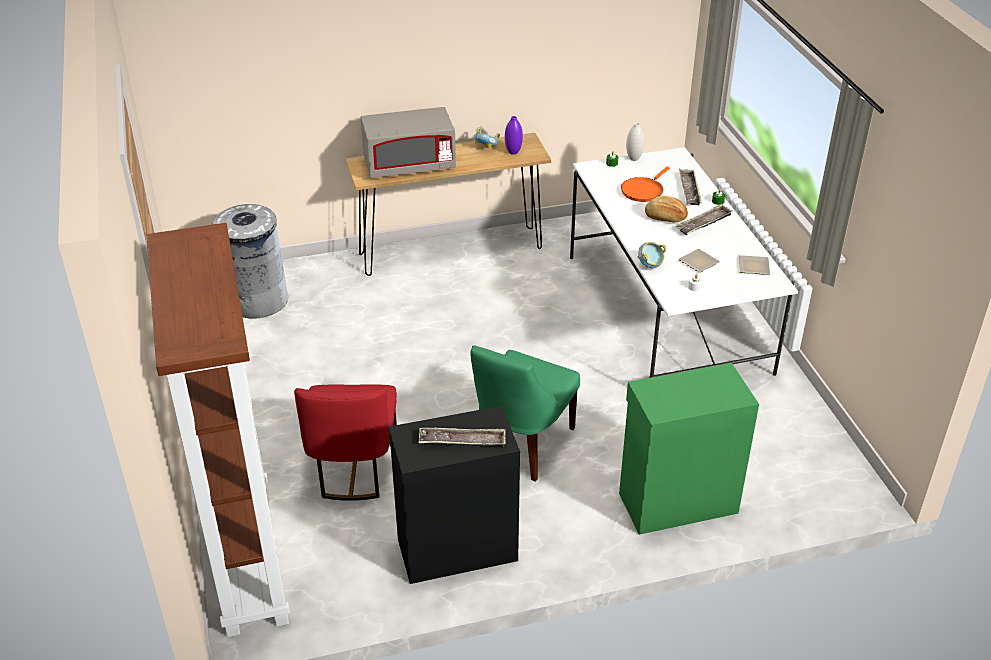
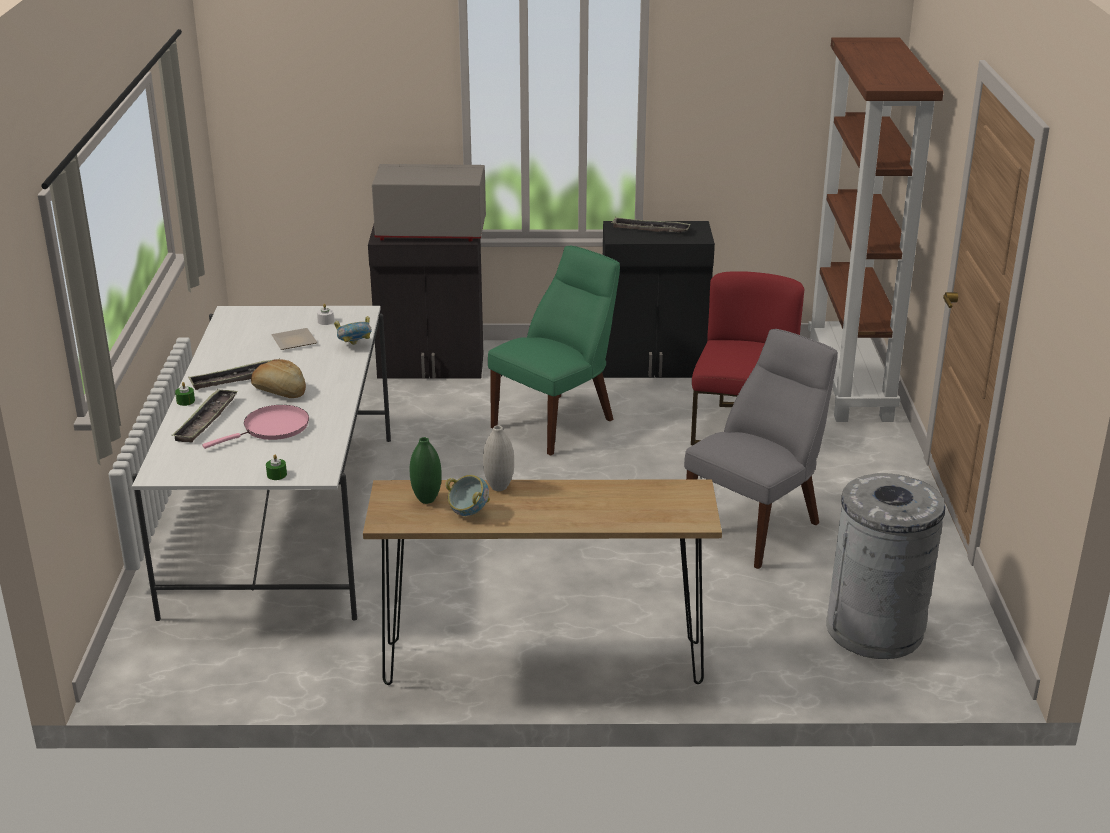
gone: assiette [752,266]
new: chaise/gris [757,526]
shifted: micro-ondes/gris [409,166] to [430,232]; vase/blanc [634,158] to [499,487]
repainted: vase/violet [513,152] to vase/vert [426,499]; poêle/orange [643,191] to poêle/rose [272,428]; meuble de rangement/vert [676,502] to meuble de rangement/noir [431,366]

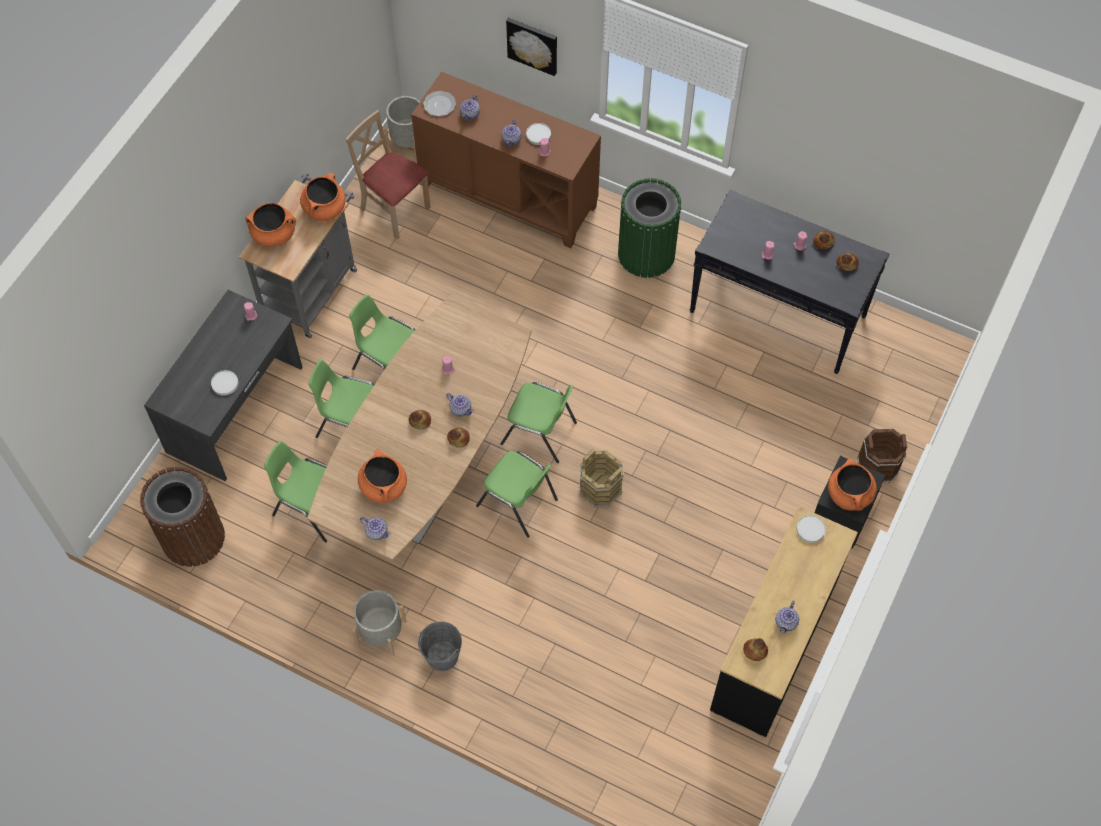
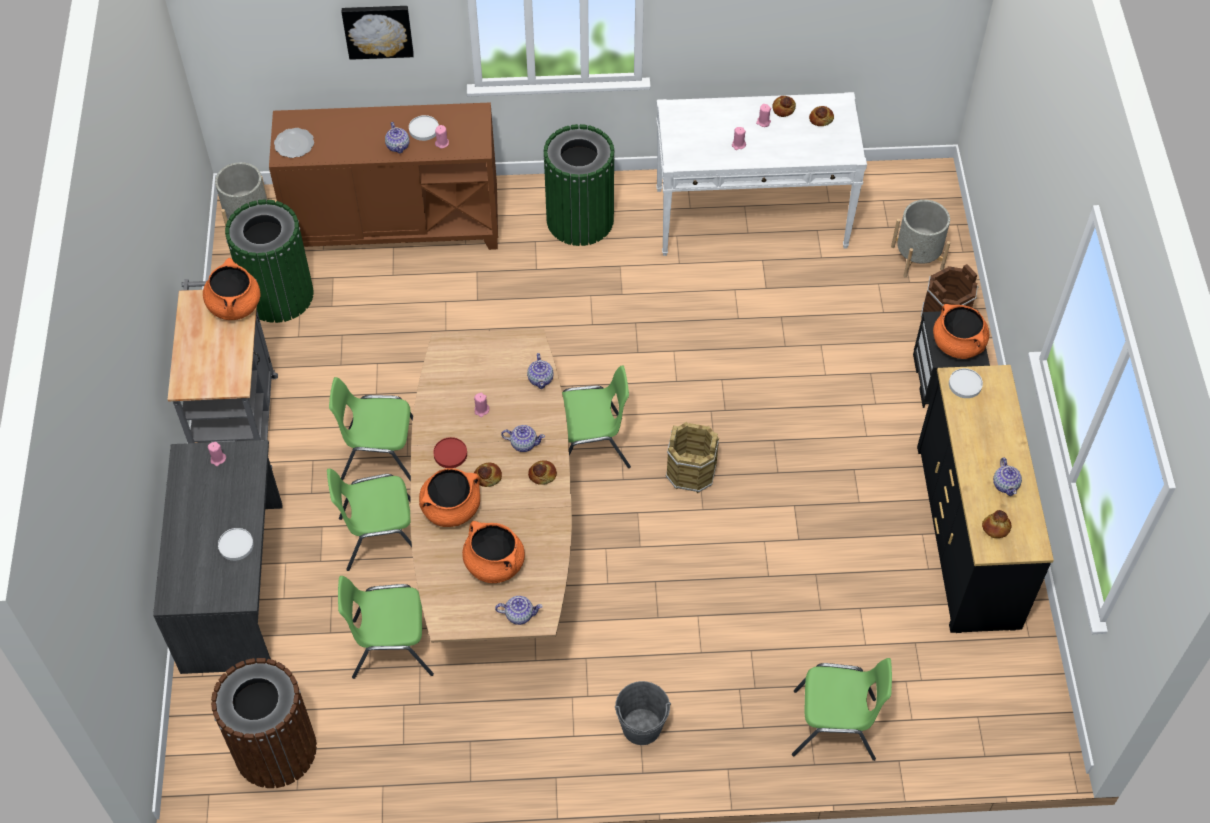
new: assiette/rouge [450,454]
shifted: théière [470,114] to [541,378]; marmite/orange [274,234] to [451,508]; chaise/vert [518,503] to [835,726]; cache-pot/gris [381,632] to [917,257]
swapped: chaise/beige [394,209] to poubelle/vert [278,295]
repainted: table console/noir [778,314] to table console/blanc [751,218]

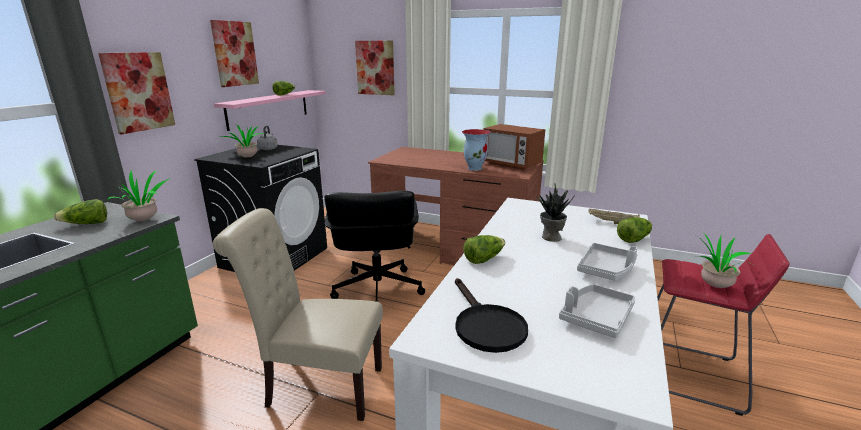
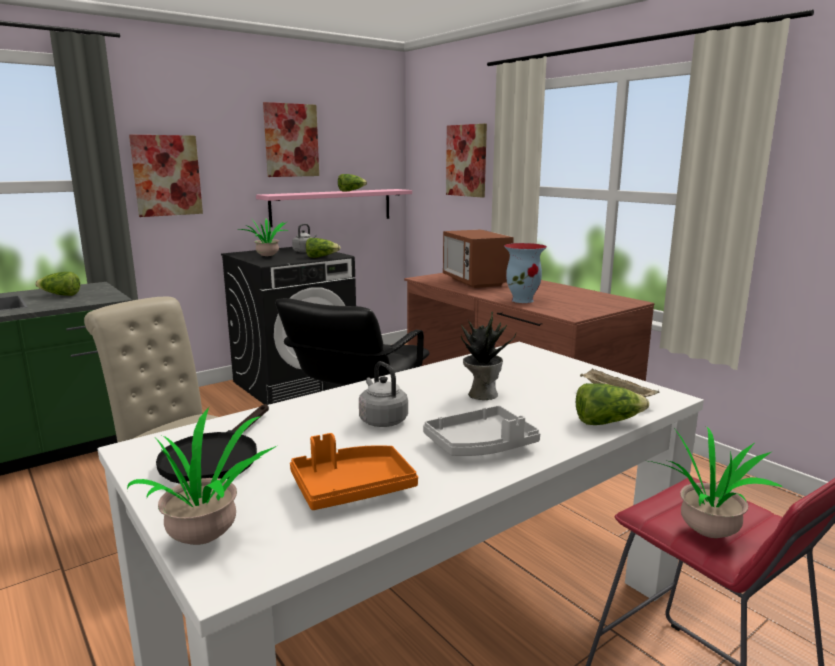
new: bouilloire/gris [382,420]
shifted: micro-ondes [511,164] to [475,282]; plante en pot [145,220] to [207,537]; laitue [483,259] to [321,257]
repainted: plateau/gris [596,317] to plateau/orange [352,488]

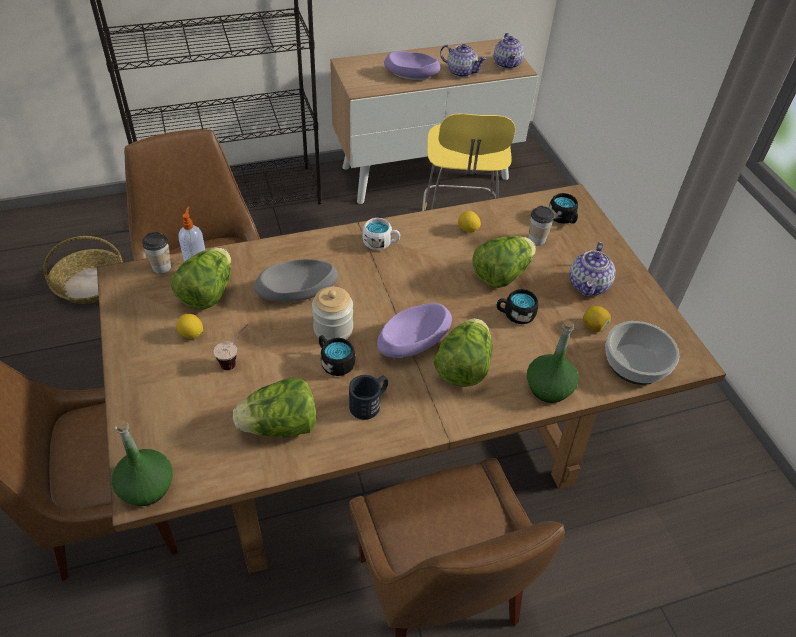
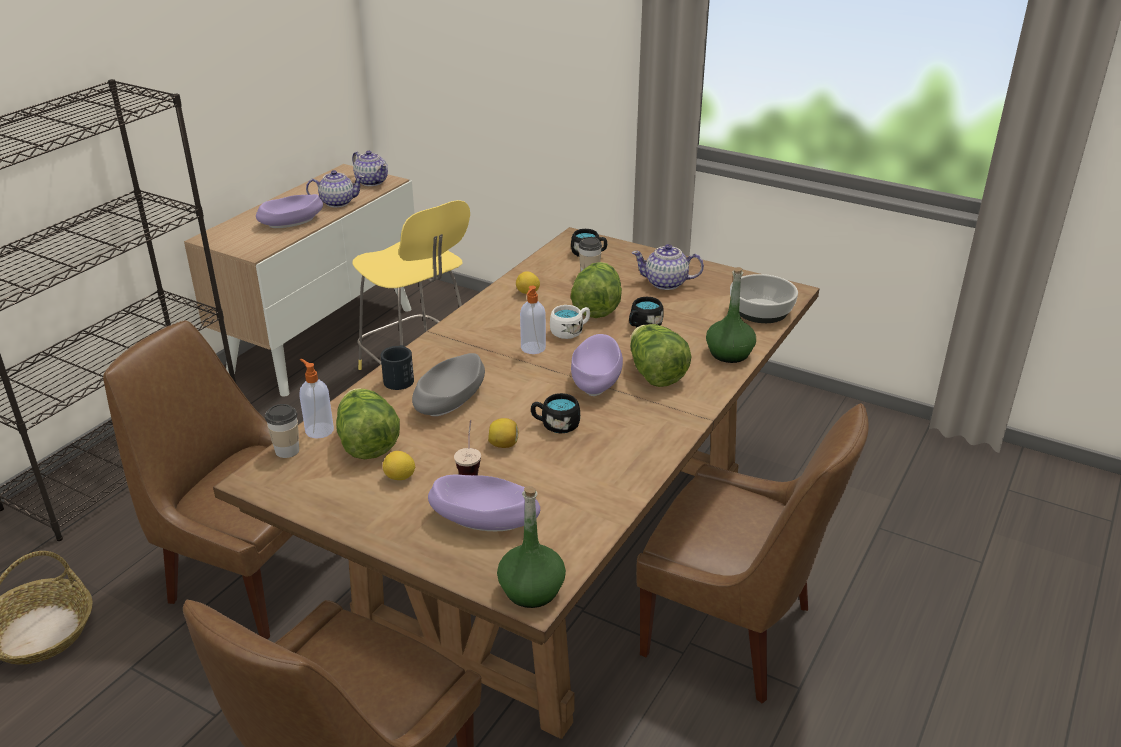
gone: bocal [333,329]; laitue [280,426]
new: distributeur de savon [533,348]; bol/violet [483,520]
shifted: mug/blanc [381,243] to [570,331]; citron [594,326] to [503,444]; mug/noir [370,403] to [400,377]
rotated: théière [589,285] = [666,283] 120 degrees clockwise

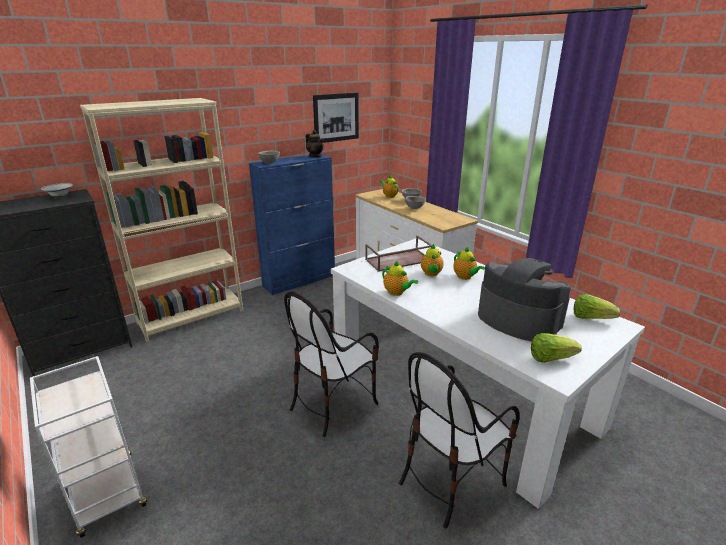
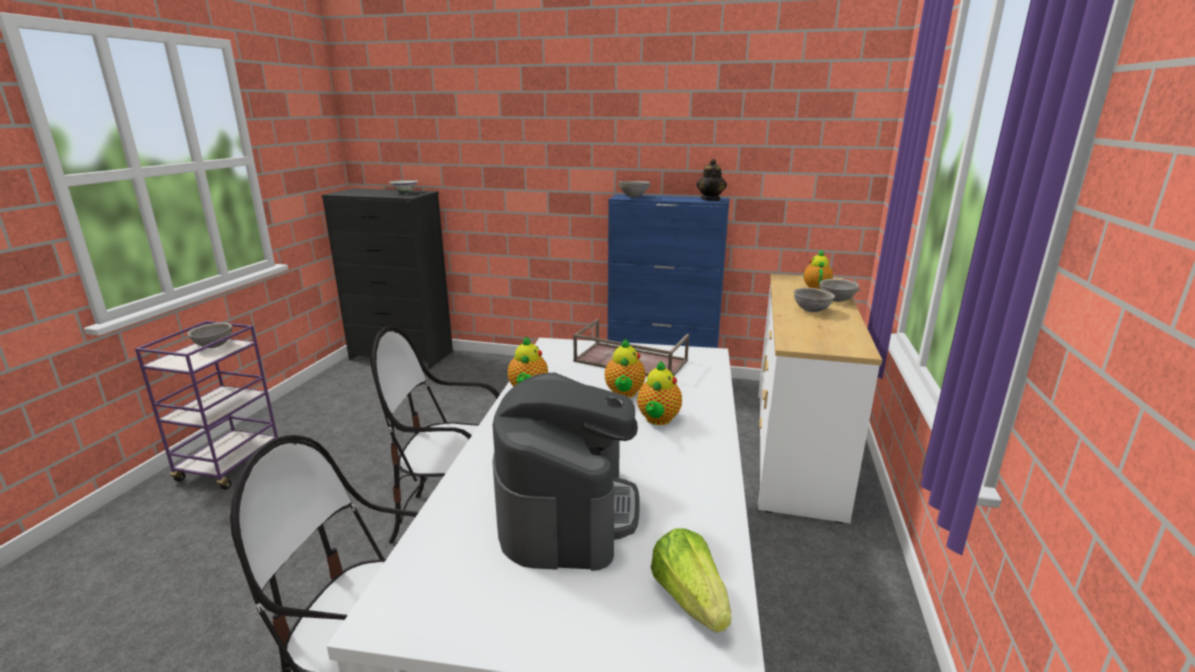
gone: tableau [336,117]; bibliothèque/beige [191,317]; laitue [550,358]
new: bol/gris [214,346]
repainted: chariot/blanc [108,494] to chariot/violet [231,465]
rotated: théière [431,274] = [624,394] 45 degrees counterclockwise

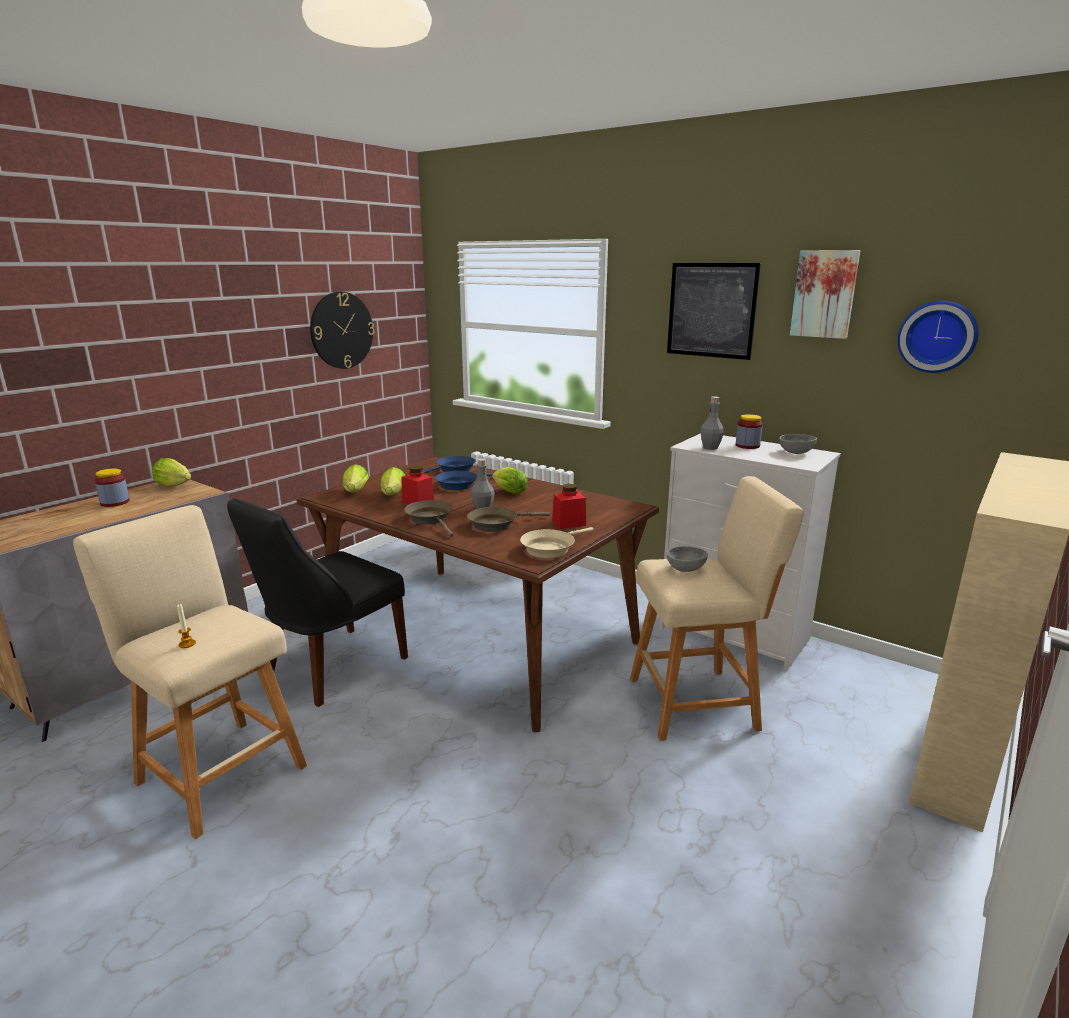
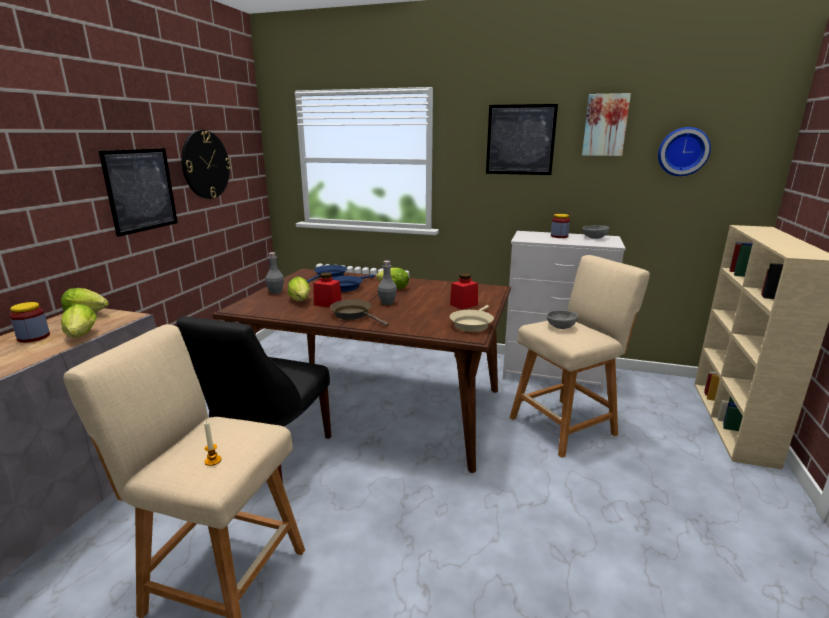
gone: poêle/marron [497,524]
new: tableau [141,190]
shifted: bouteille/gris [710,447] to [276,292]; laitue [355,492] to [81,337]

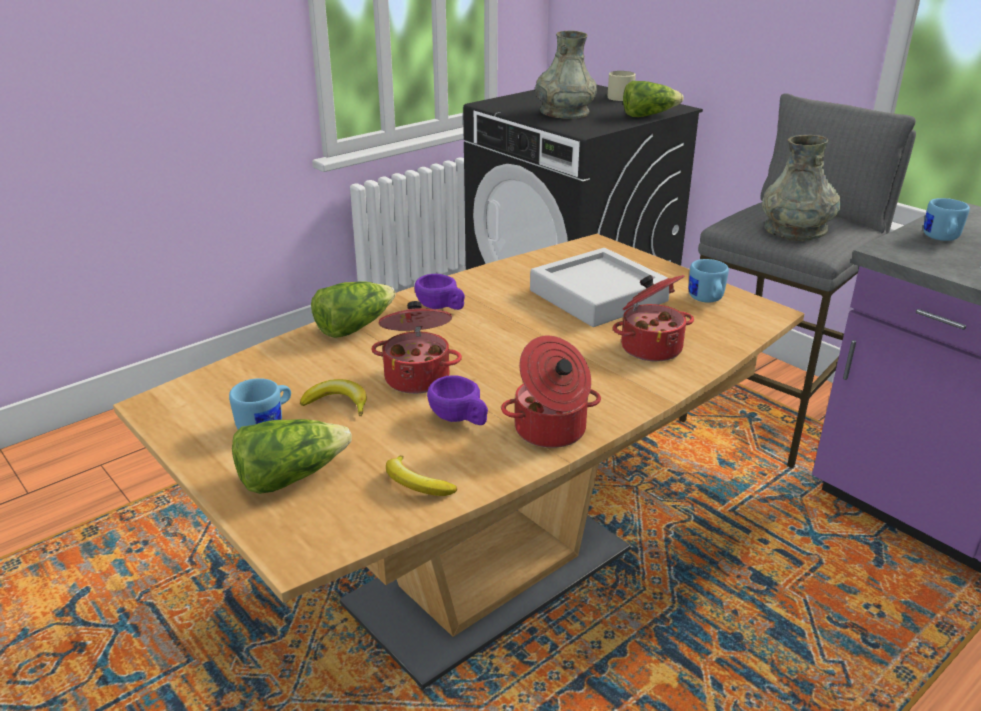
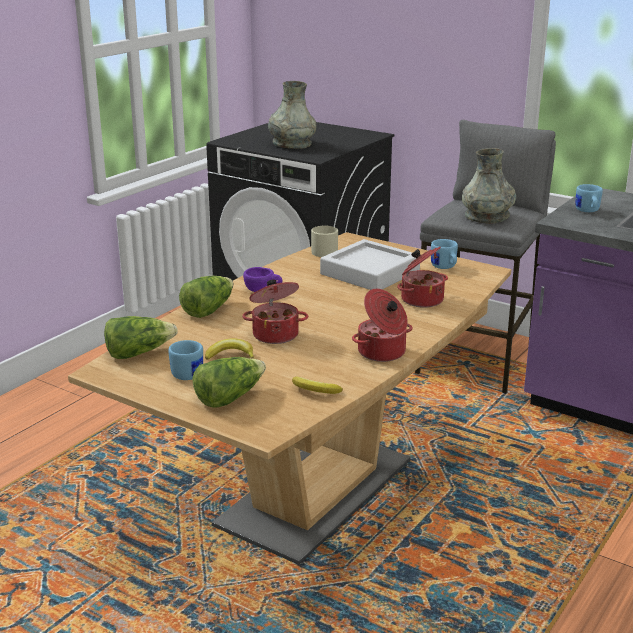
gone: tasse/violet [460,419]
shifted: mug/beige [620,97] to [324,251]; laitue [648,115] to [138,353]

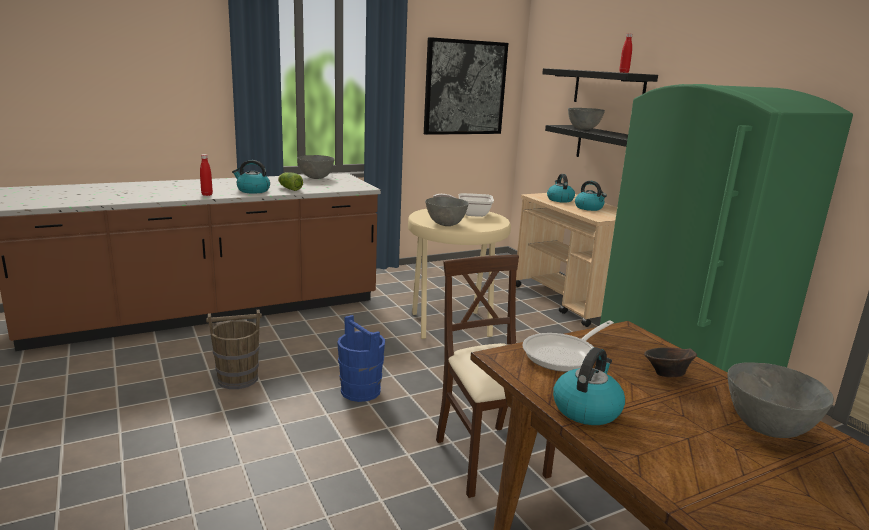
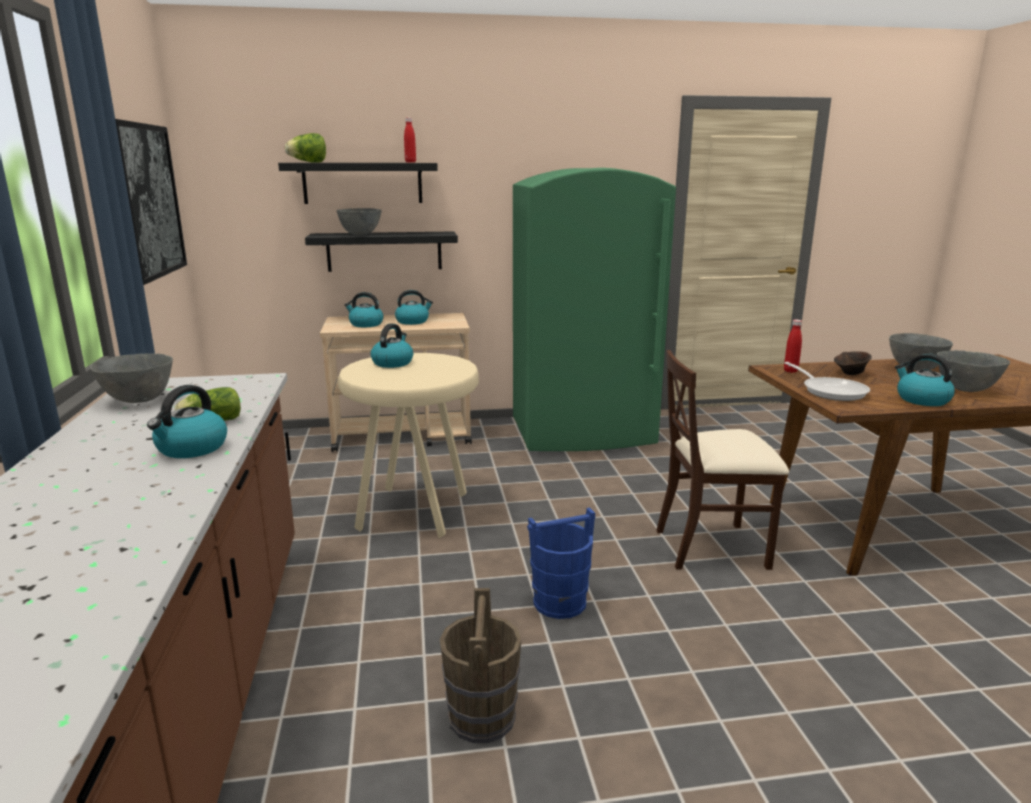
new: laitue [308,162]
shifted: bouteille/rouge [207,195] to [790,371]; bol/gris [446,224] to [965,389]
swapped: poêle [470,214] to bouilloire [392,363]

